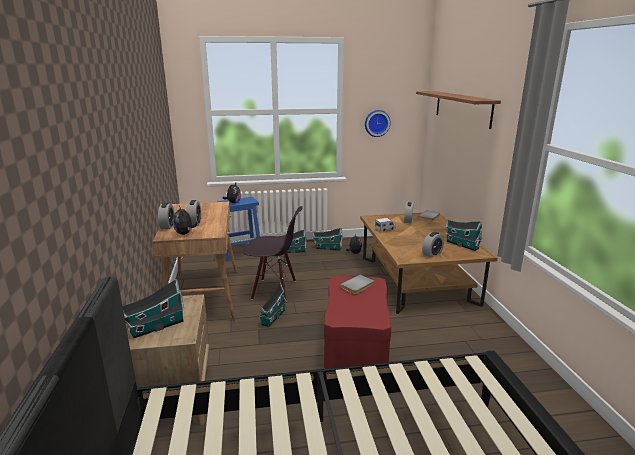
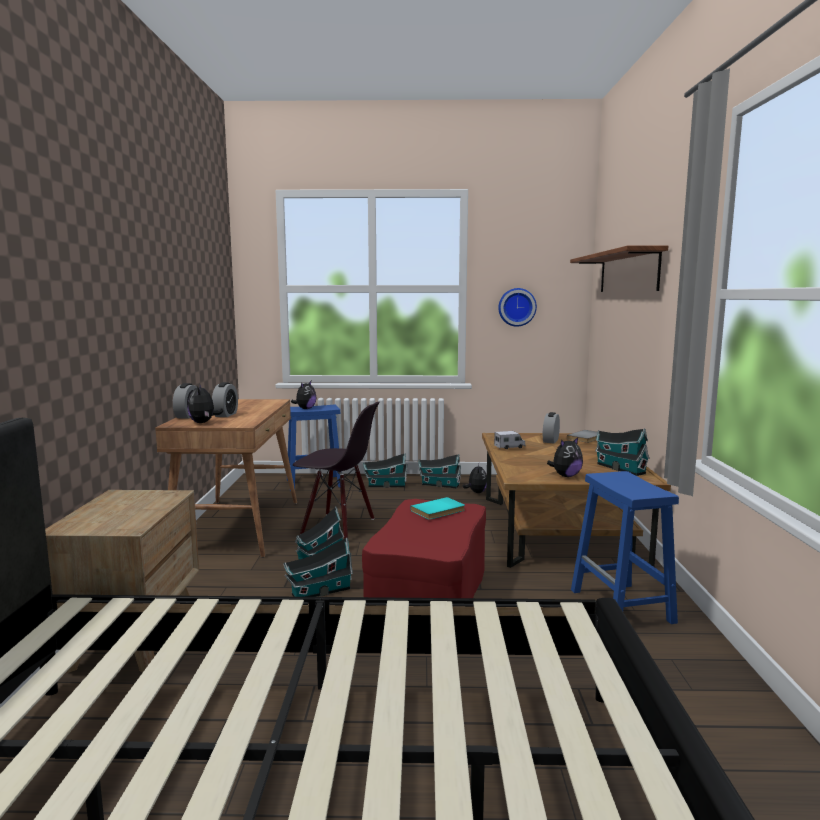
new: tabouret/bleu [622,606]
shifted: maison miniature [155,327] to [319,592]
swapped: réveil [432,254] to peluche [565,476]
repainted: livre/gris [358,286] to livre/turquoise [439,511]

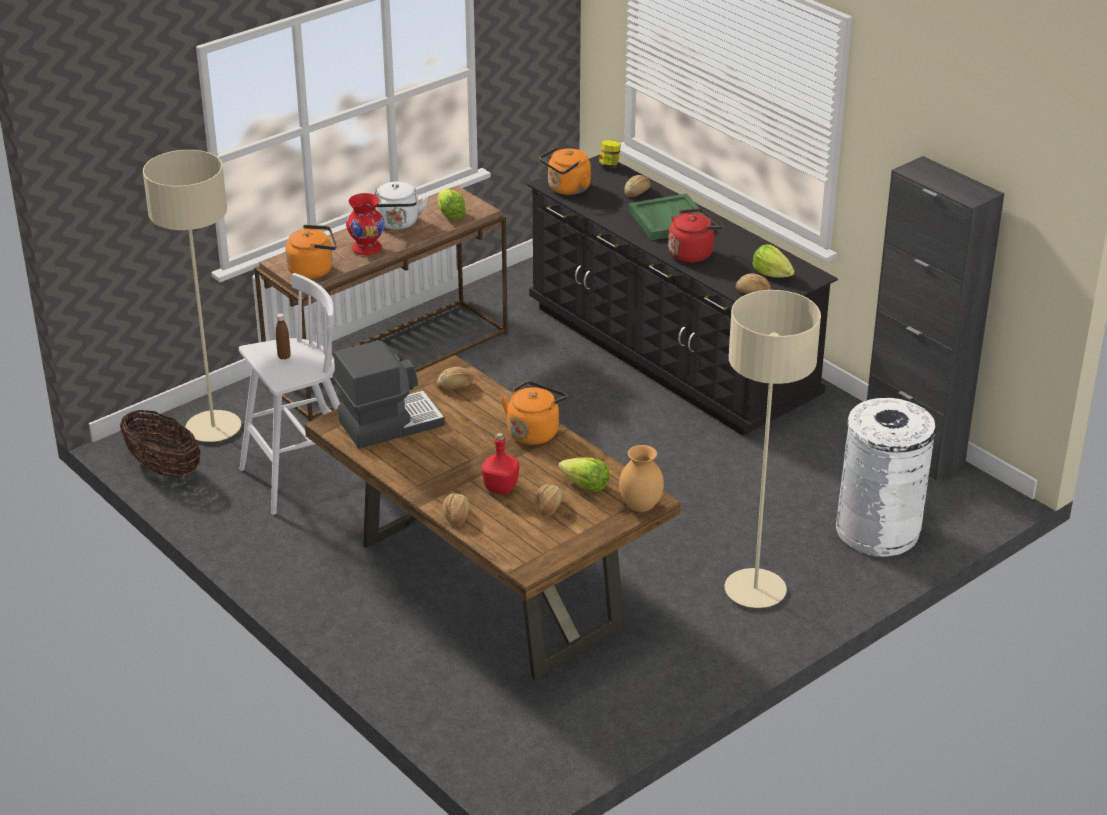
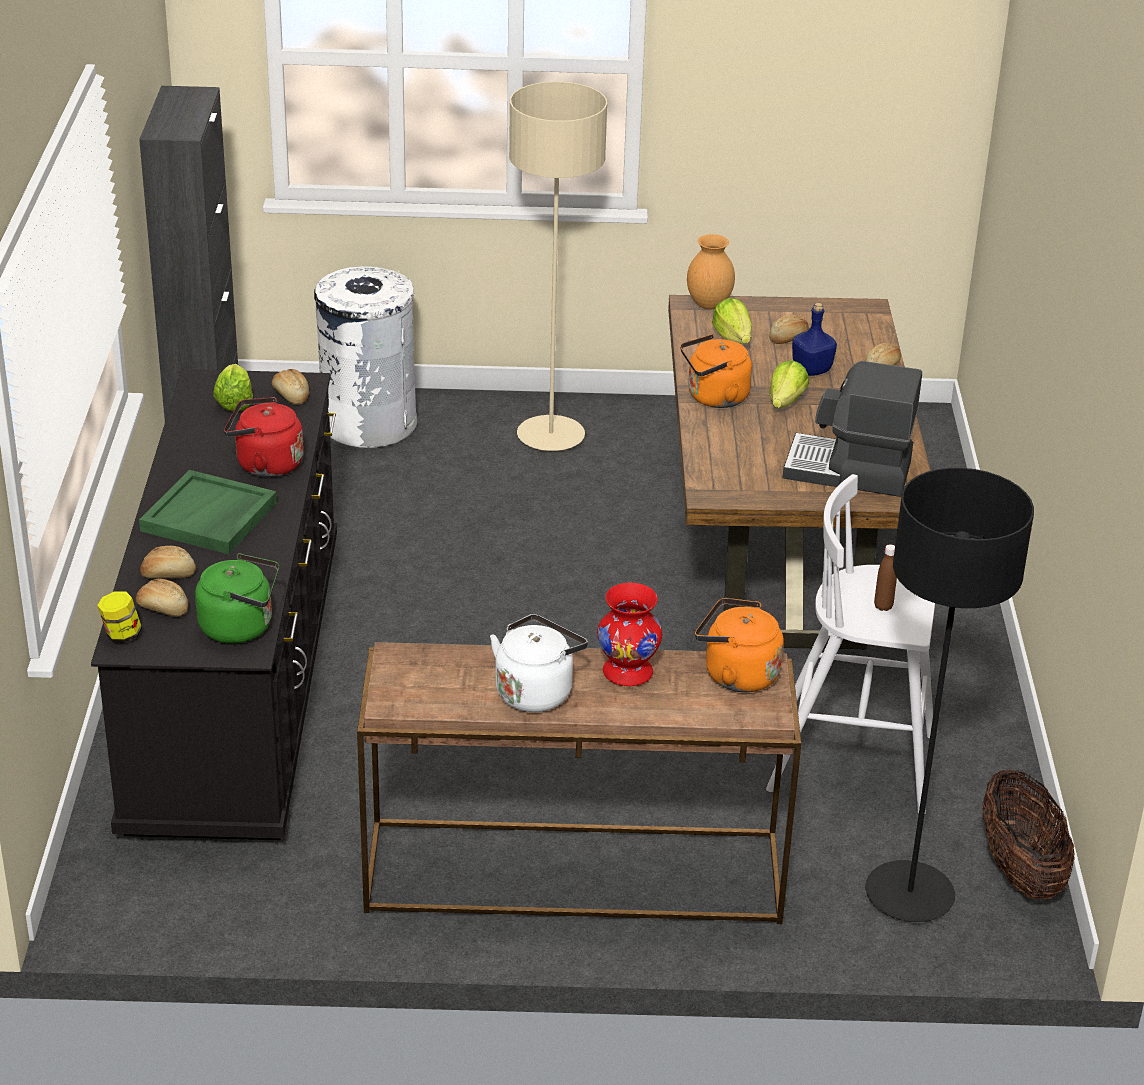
shifted: laitue [450,214] to [785,402]; pain [455,386] to [163,608]
repainted: bouilloire/orange [566,189] to bouilloire/vert [241,627]; lampadaire/beige [213,428] to lampadaire/noir [909,895]; bouteille/rouge [501,487] to bouteille/bleu [811,370]

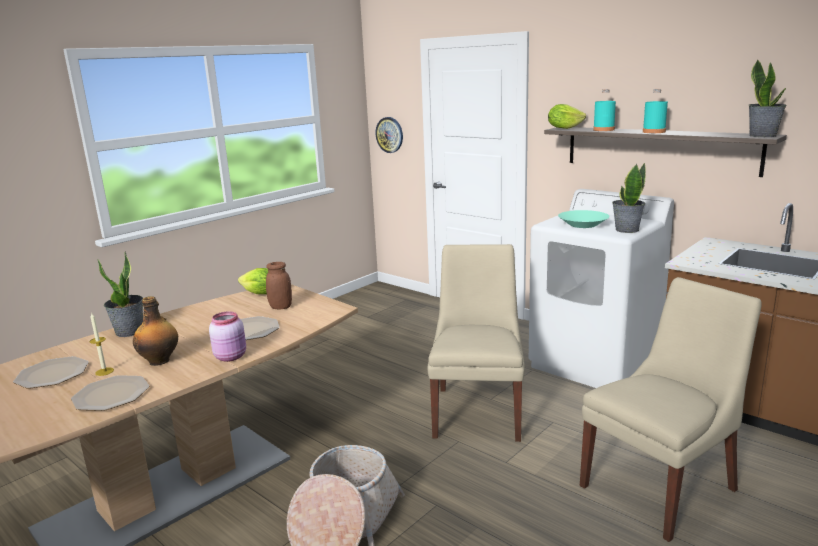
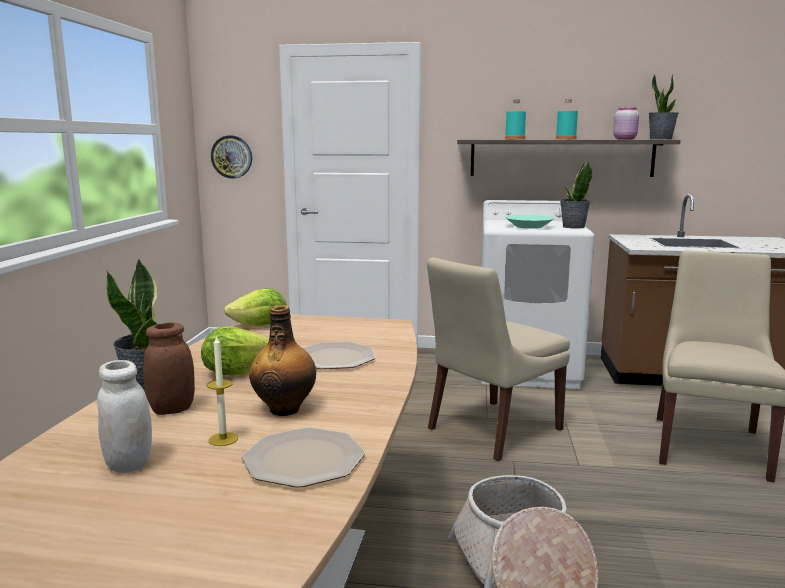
shifted: laitue [564,128] to [236,372]; bocal/marron [281,307] to [172,409]; bocal/rose [231,356] to [625,139]
swapped: assiette [52,374] to bocal/blanc [128,464]
rotated: chaise/beige [478,411] = [491,430] 105 degrees counterclockwise

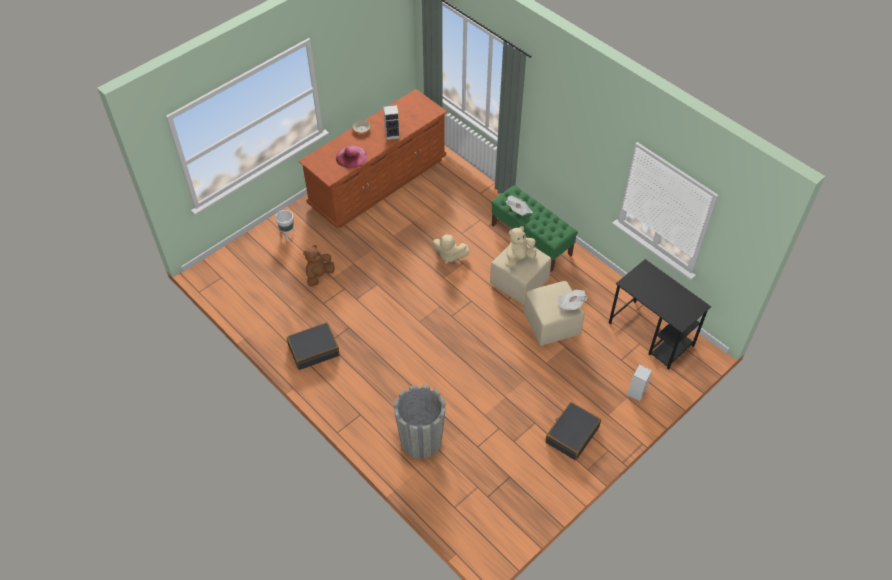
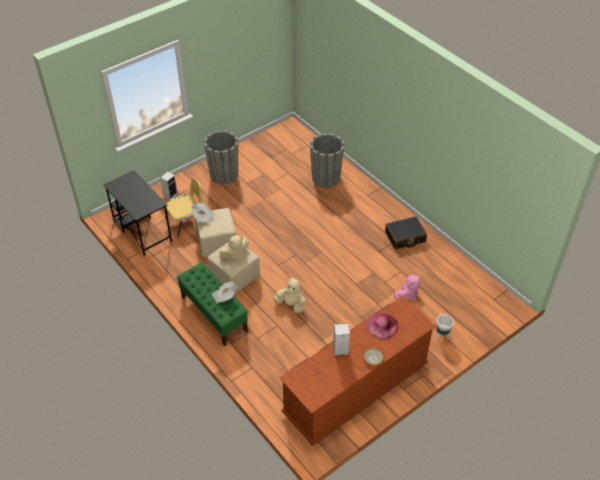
new: chaise/jaune [186,221]
swapped: valise/noir [571,435] to cache-pot/gris [224,175]
repainted: peluche/marron [319,275] to peluche/rose [407,295]

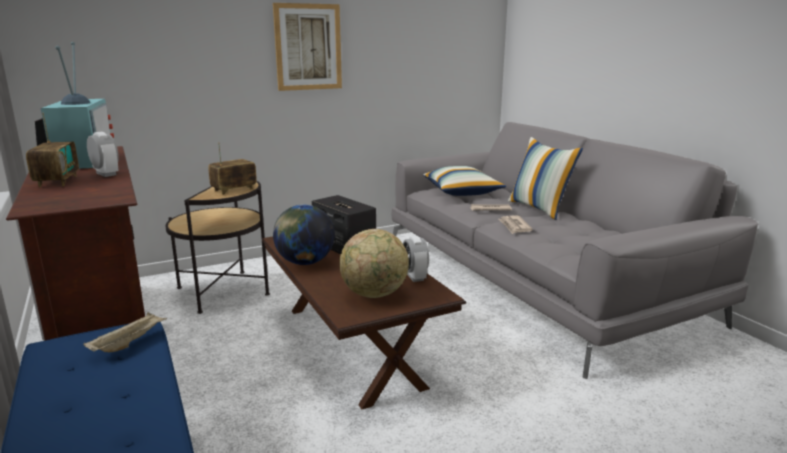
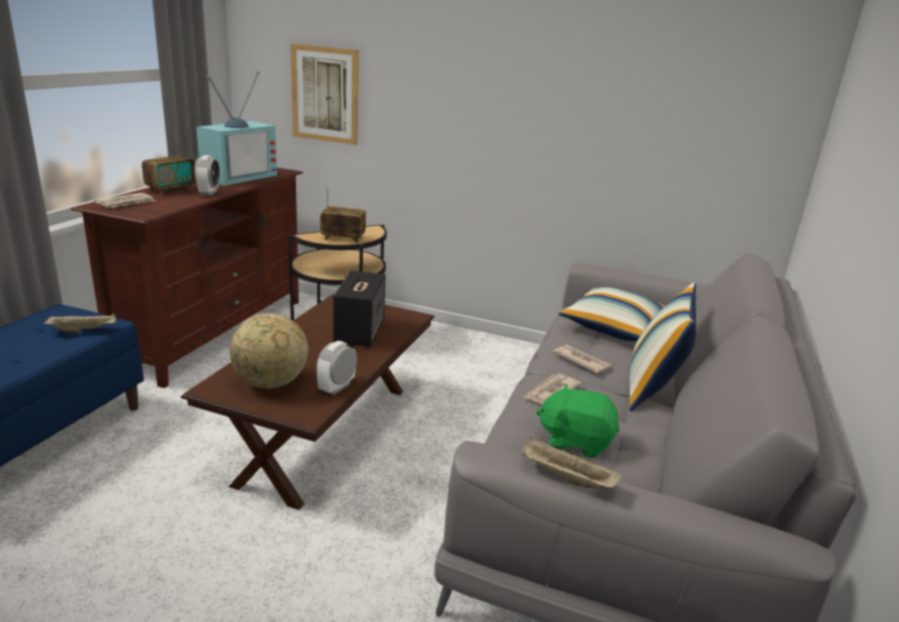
gone: globe [305,262]
new: journal [127,203]; peluche/vert [575,441]; plateau/beige [565,477]
shifted: tableau [308,47] to [325,94]

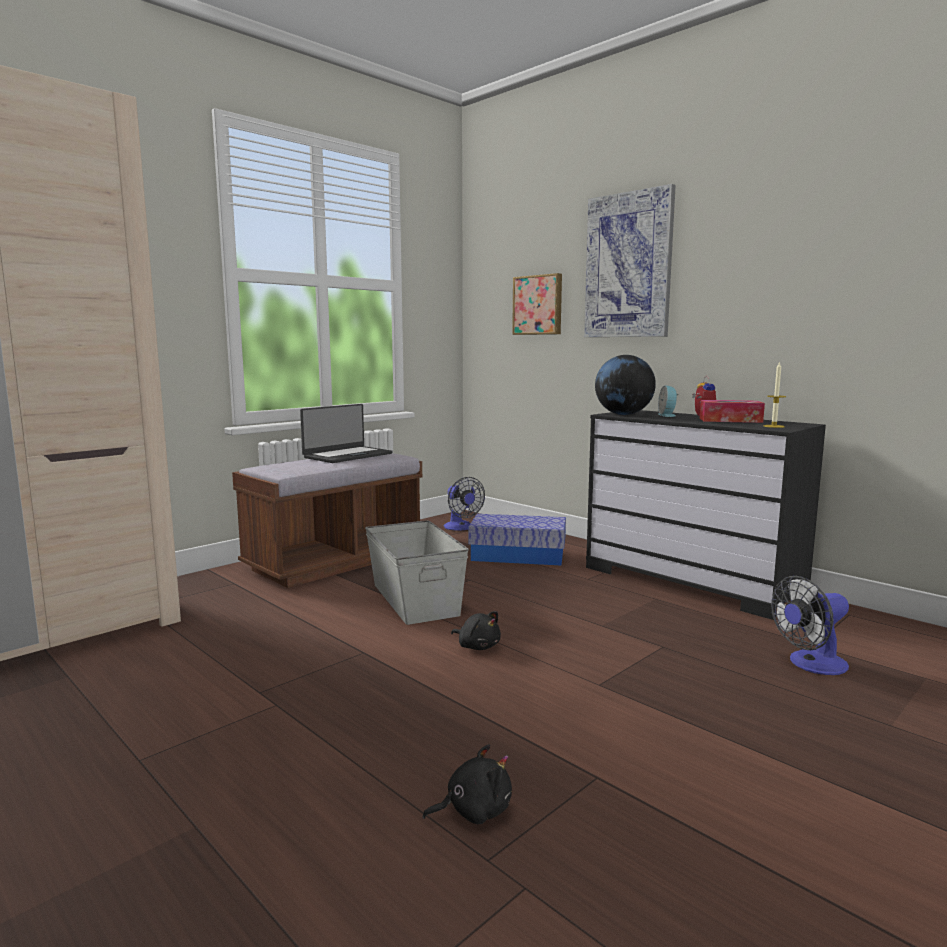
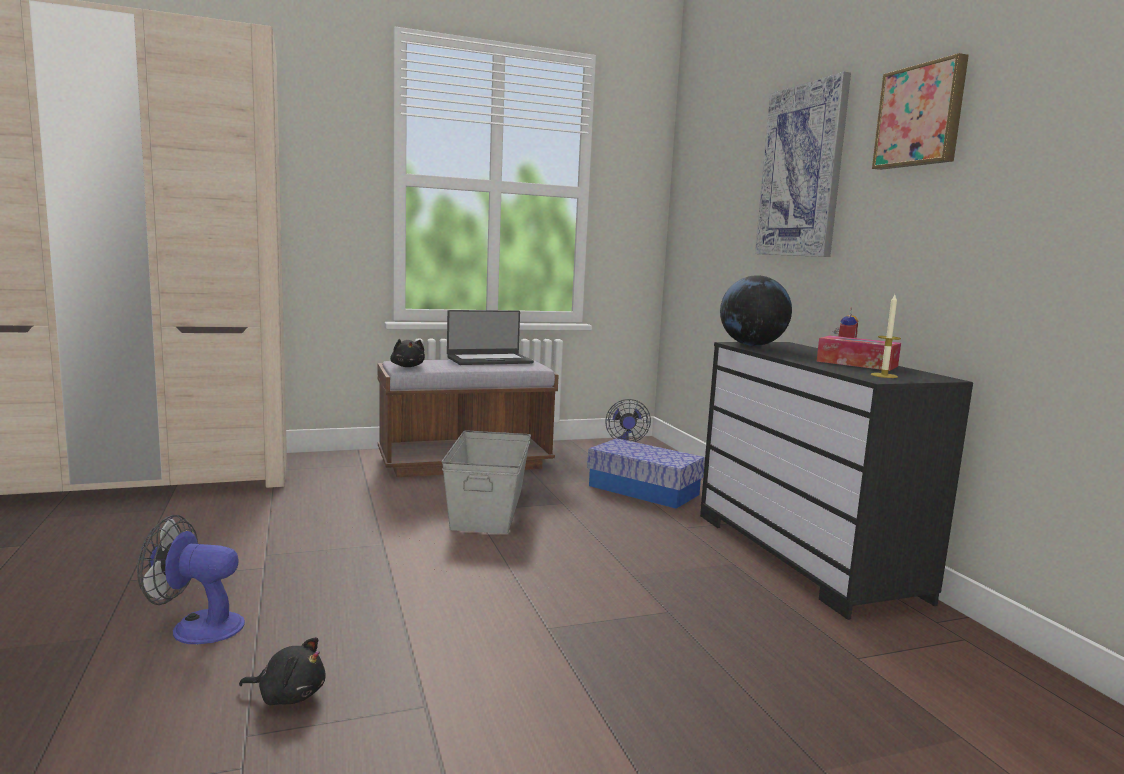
gone: réveil [667,415]
shifted: tableau [538,305] to [921,116]; ventilateur [811,664] to [196,627]; peluche/noir [477,646] to [407,366]

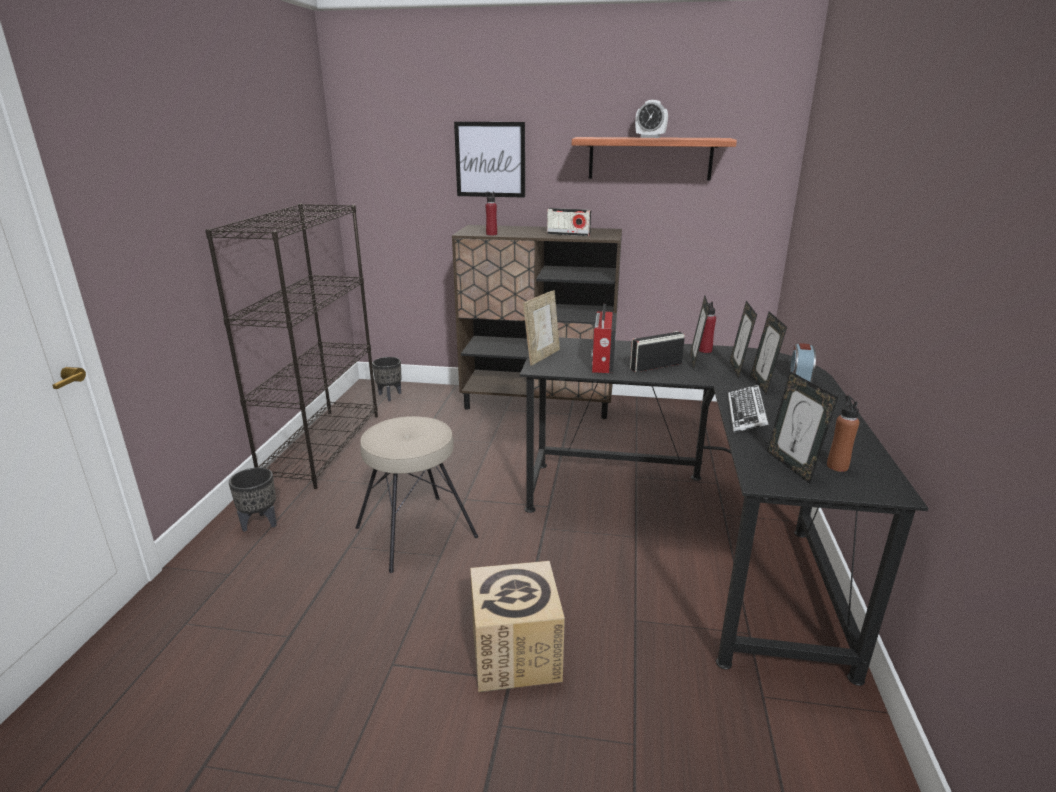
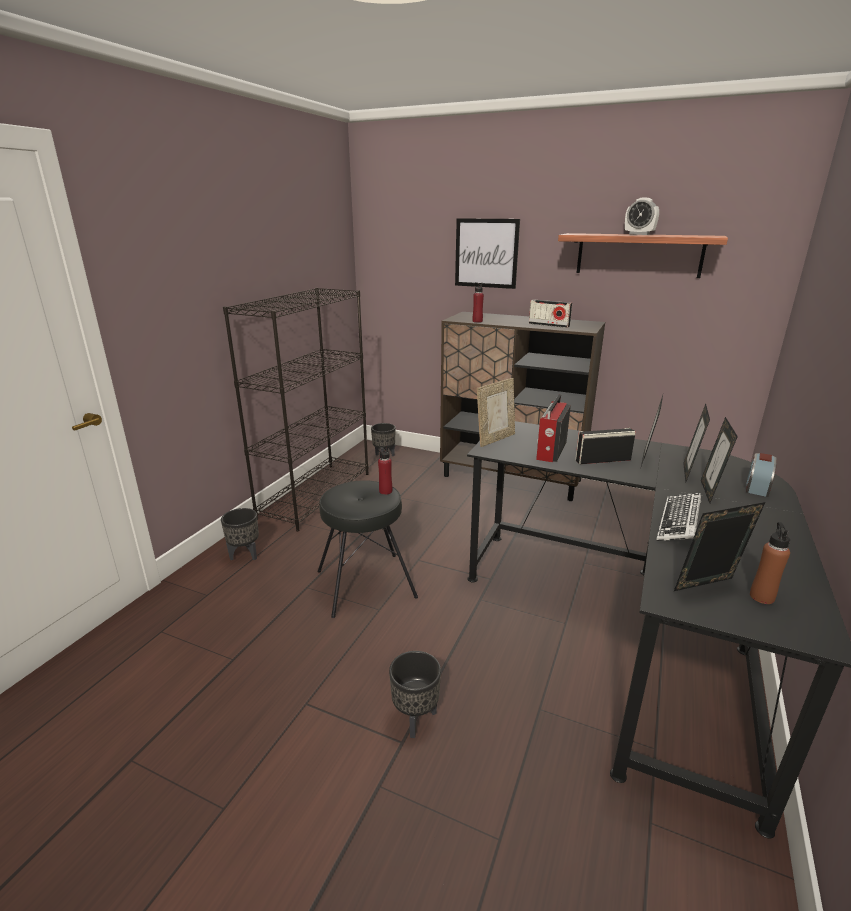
shifted: bouteille/rouge [705,350] to [385,491]
swapped: carton [515,654] to cache-pot/noir [415,718]
repainted: tabouret/beige [415,531] to tabouret/noir [365,583]
rotated: cadre photo [791,466] = [707,588] 75 degrees clockwise

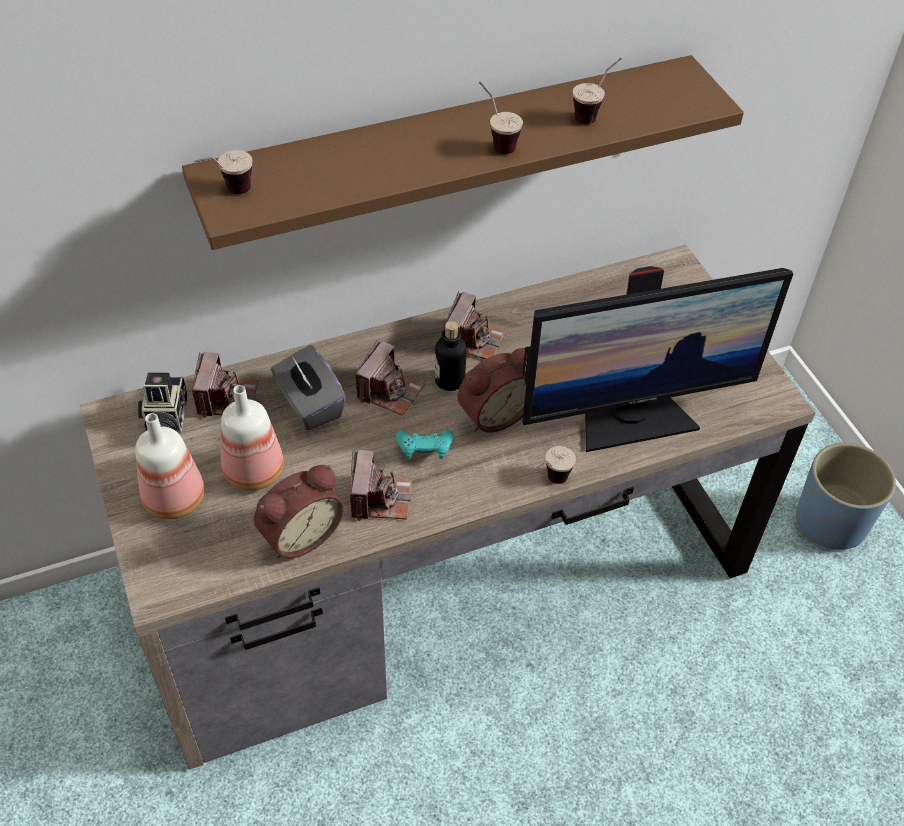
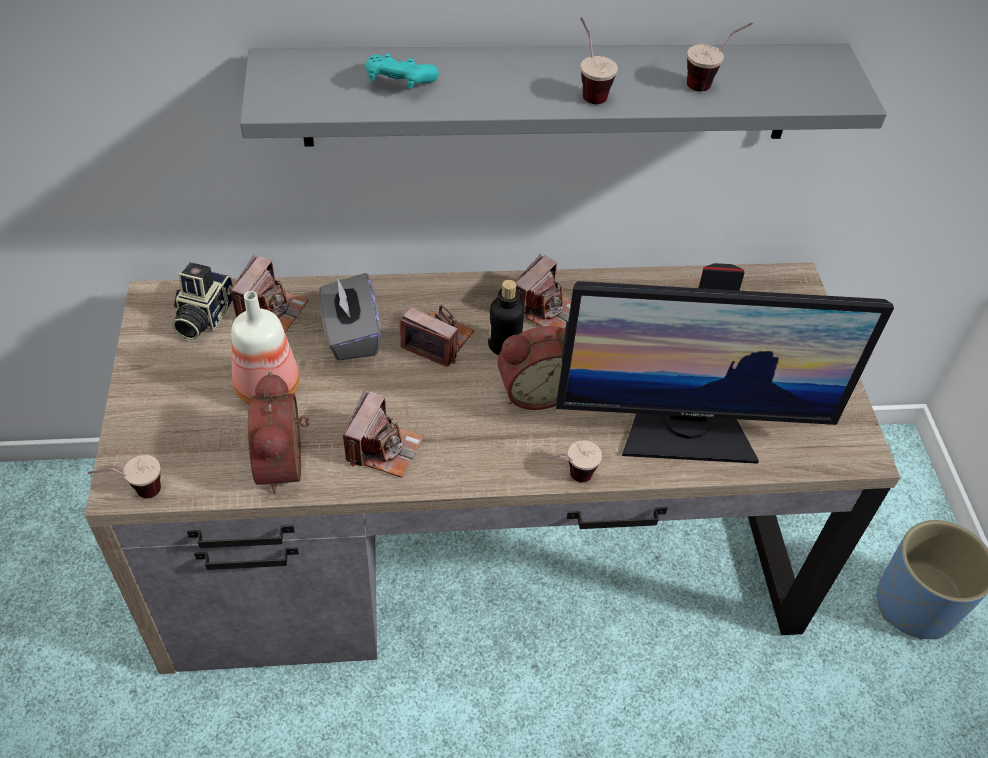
gone: bouteille [176,497]
shifted: tasse [227,194] to [134,494]; manette/turquoise [424,451] to [399,84]
repainted: étagère/marron [450,149] to étagère/gris [551,94]
rotated: appareil photo [390,391] = [438,341] 105 degrees counterclockwise; réveil [299,534] = [286,464] 105 degrees clockwise

